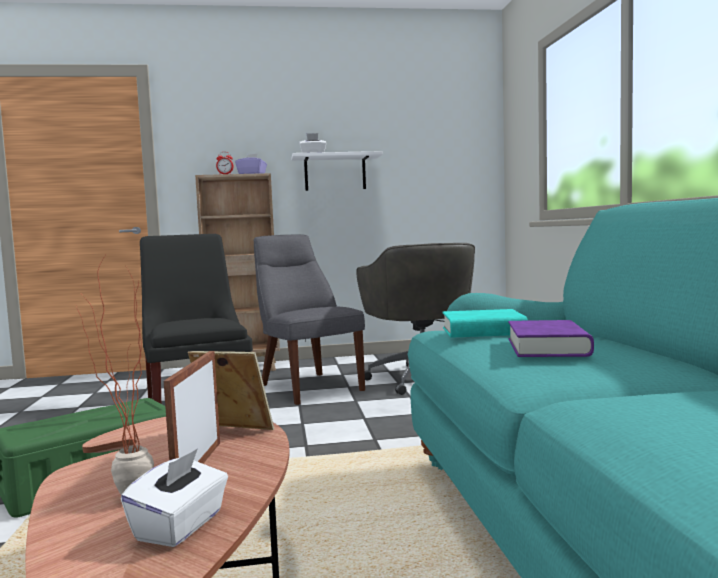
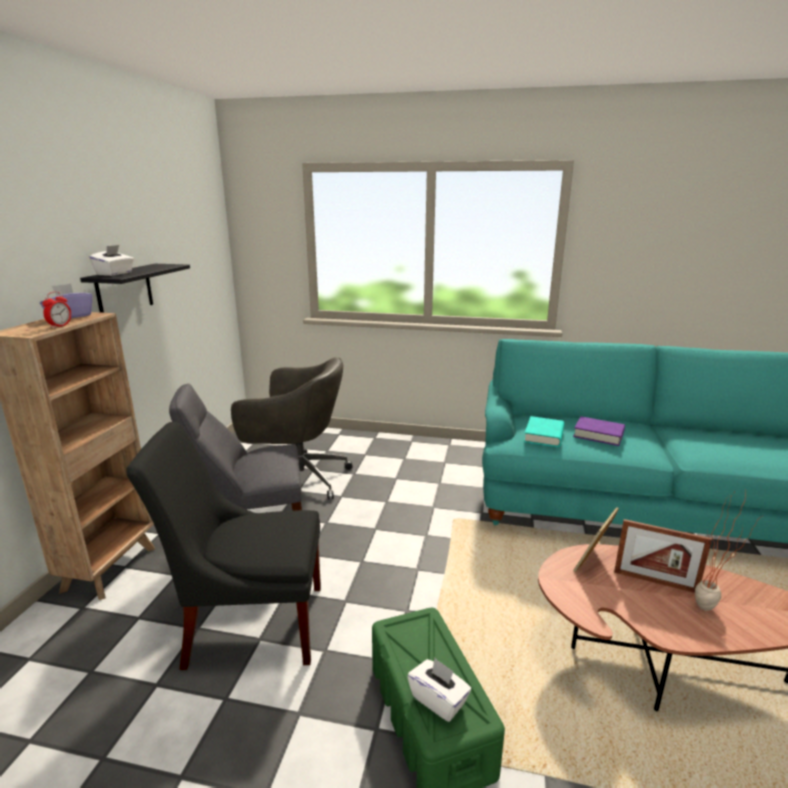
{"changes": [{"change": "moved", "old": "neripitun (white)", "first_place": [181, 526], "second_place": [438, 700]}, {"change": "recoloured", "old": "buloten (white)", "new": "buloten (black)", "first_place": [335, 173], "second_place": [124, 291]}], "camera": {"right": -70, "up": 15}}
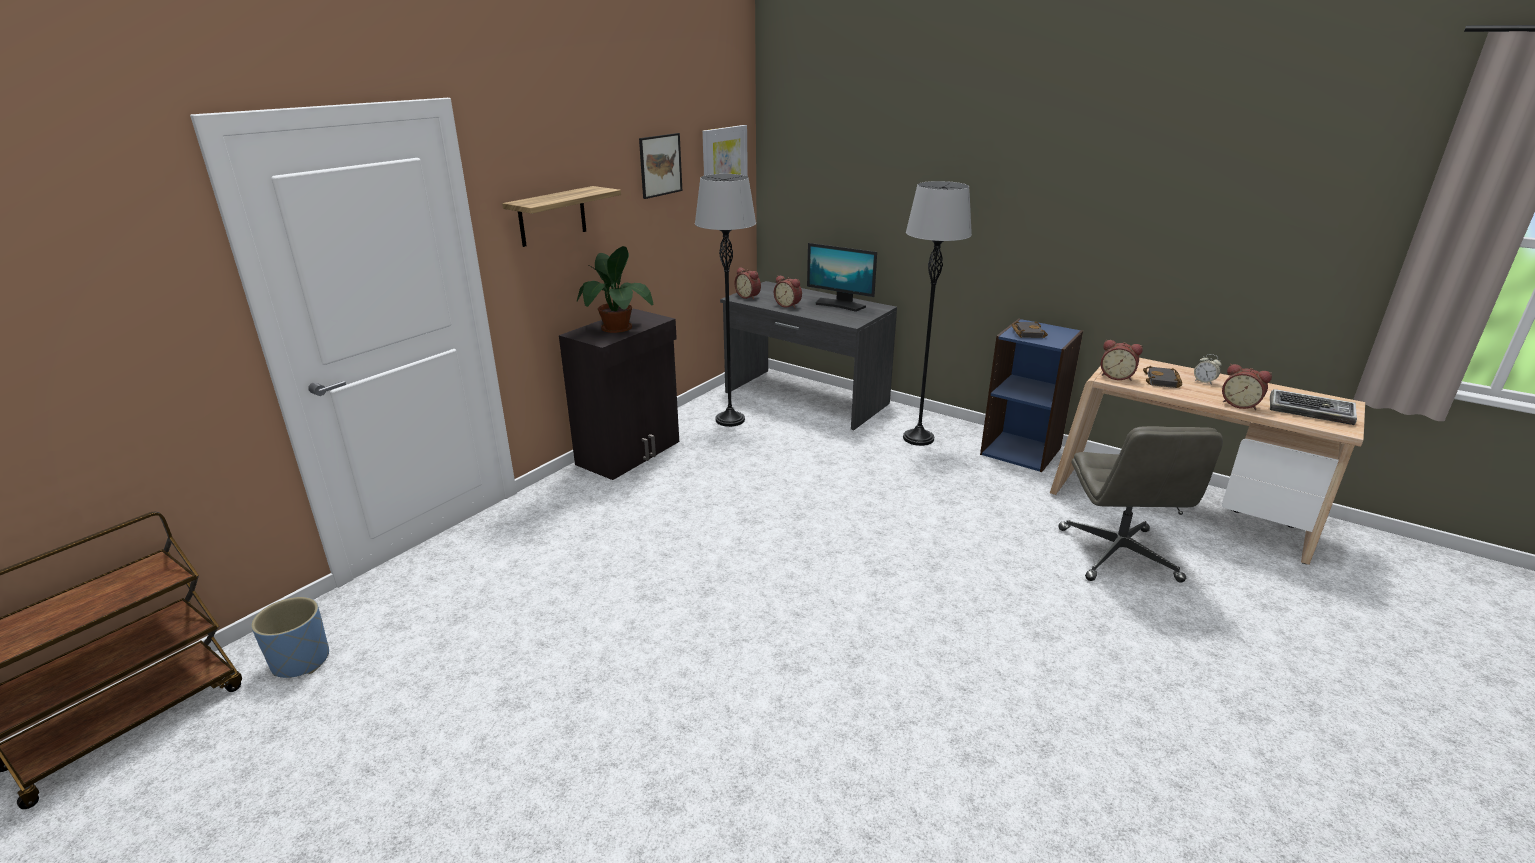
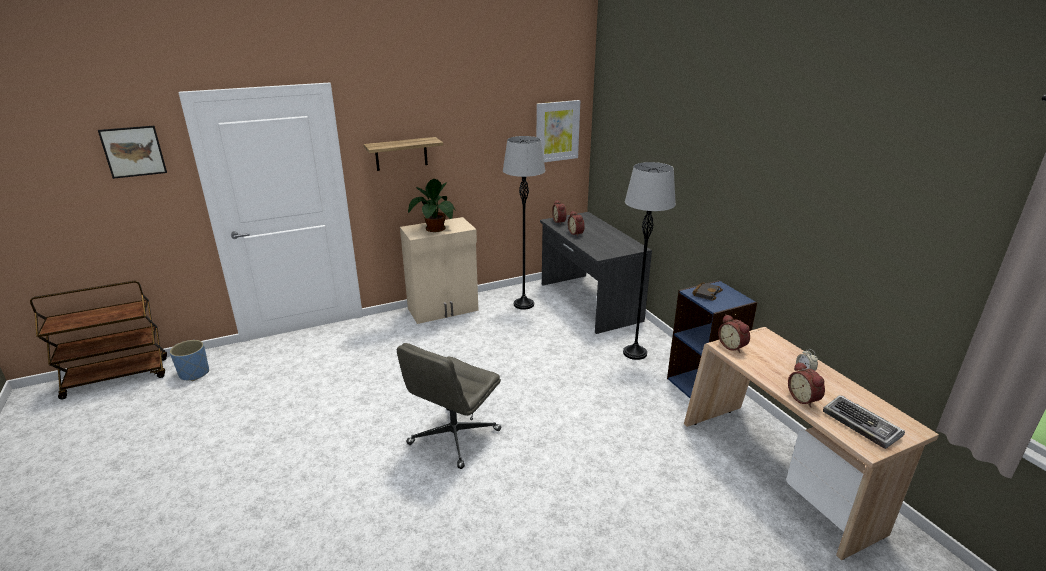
{"changes": [{"change": "removed", "old": "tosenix", "first_place": [840, 305]}, {"change": "removed", "old": "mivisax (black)", "first_place": [1163, 381]}, {"change": "moved", "old": "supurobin", "first_place": [660, 165], "second_place": [133, 151]}, {"change": "moved", "old": "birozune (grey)", "first_place": [1119, 555], "second_place": [454, 438]}, {"change": "recoloured", "old": "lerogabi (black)", "new": "lerogabi (beige)", "first_place": [630, 453], "second_place": [443, 310]}], "camera": {"right": 30, "up": 0}}
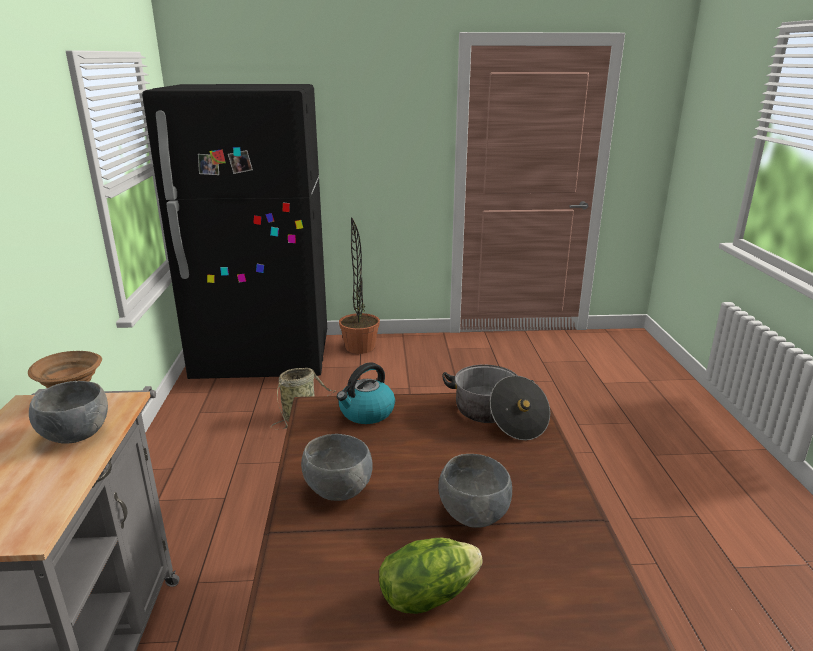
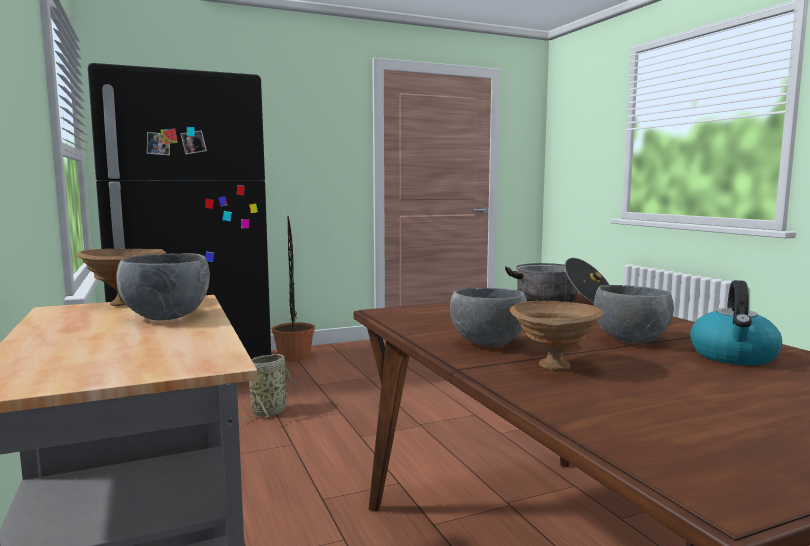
{"changes": [{"change": "removed", "old": "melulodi", "first_place": [427, 595]}, {"change": "added", "new": "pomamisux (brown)", "second_place": [554, 366]}, {"change": "moved", "old": "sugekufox", "first_place": [366, 413], "second_place": [734, 356]}], "camera": {"right": -20, "up": -15}}
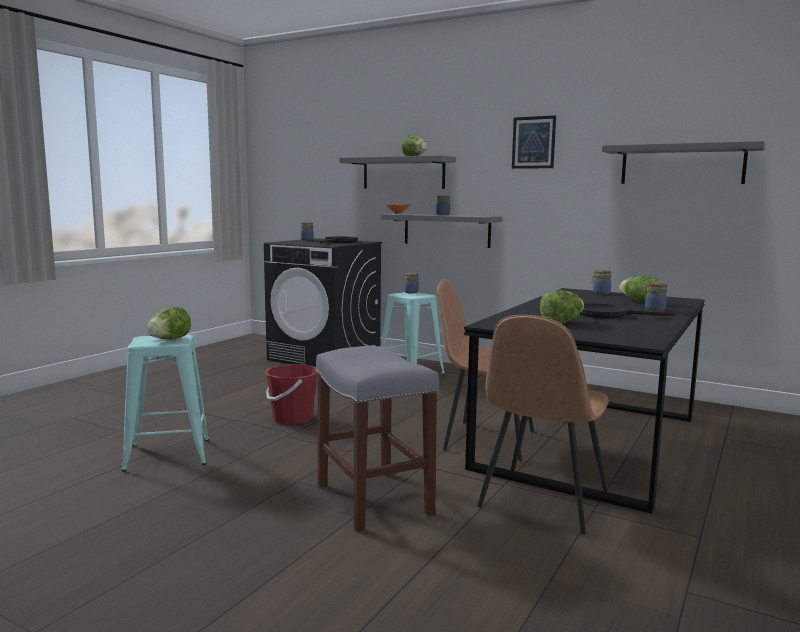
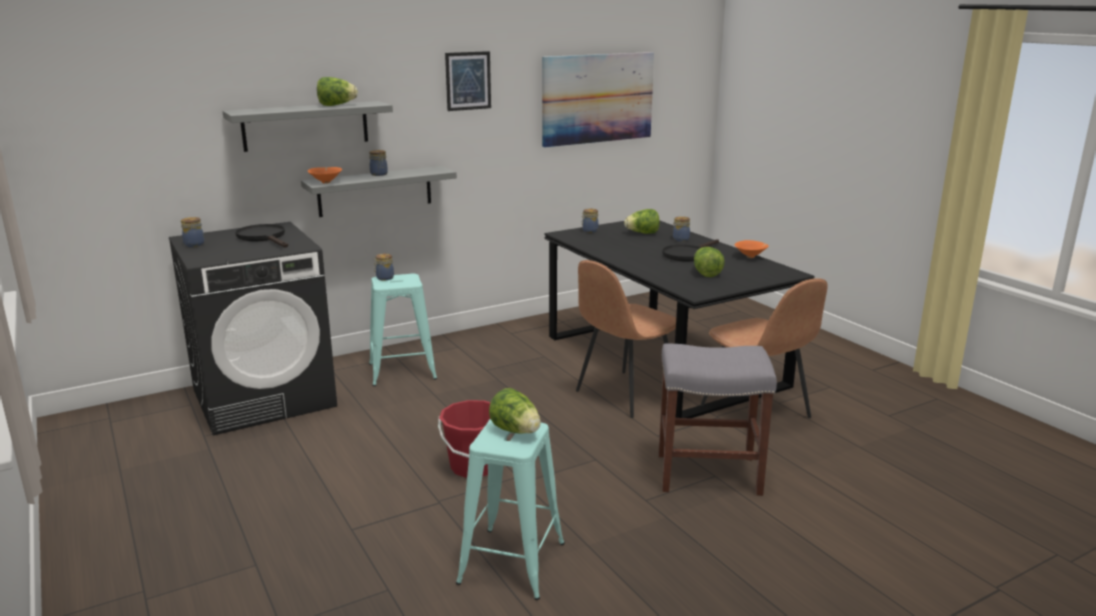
{"changes": [{"change": "added", "new": "pomamisux (orange)", "second_place": [751, 257]}, {"change": "replaced", "old": "buloten (grey)", "new": "supurobin", "first_place": [682, 164], "second_place": [597, 98]}], "camera": {"right": -60, "up": 10}}
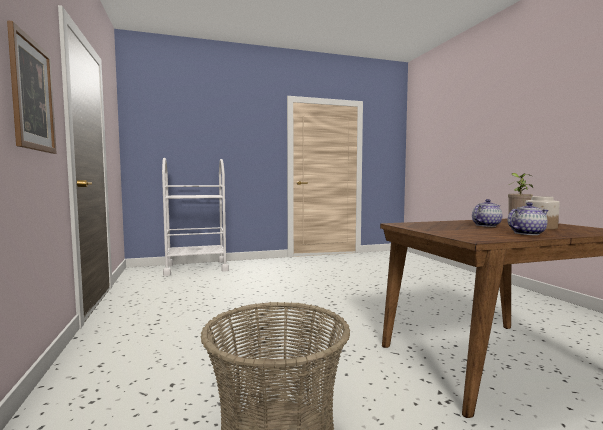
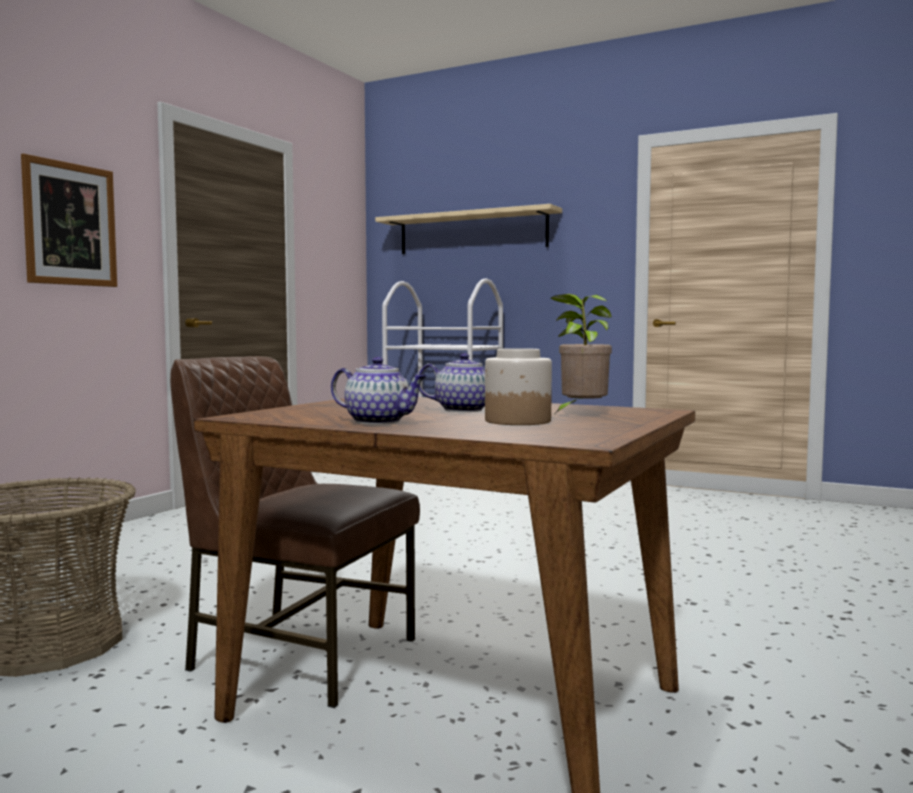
{"changes": [{"change": "added", "new": "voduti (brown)", "second_place": [300, 654]}, {"change": "added", "new": "buloten (beige)", "second_place": [472, 232]}], "camera": {"right": 45, "up": 0}}
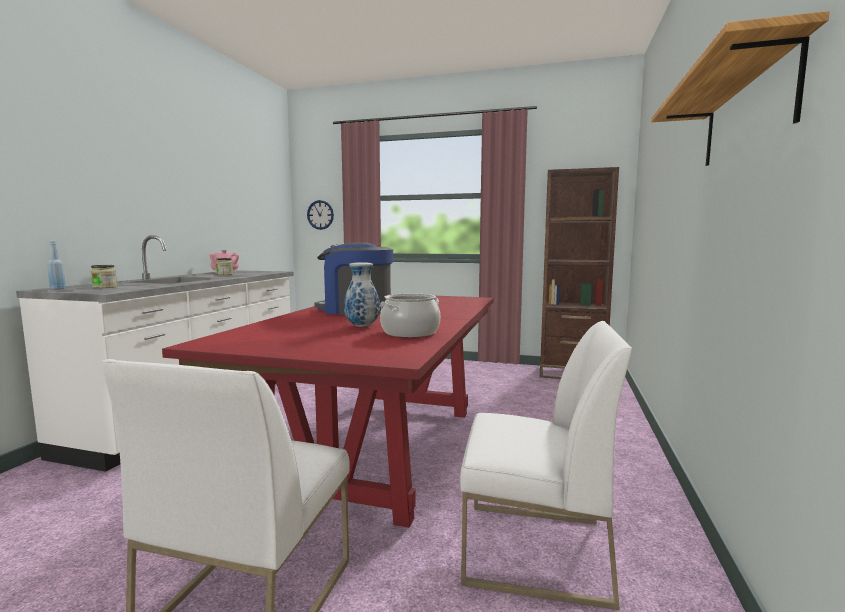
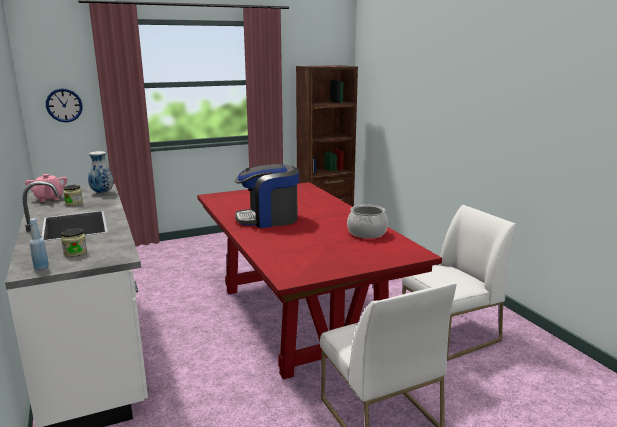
{"changes": [{"change": "removed", "old": "buloten", "first_place": [746, 113]}, {"change": "moved", "old": "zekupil", "first_place": [361, 326], "second_place": [102, 193]}], "camera": {"right": -40, "up": 10}}
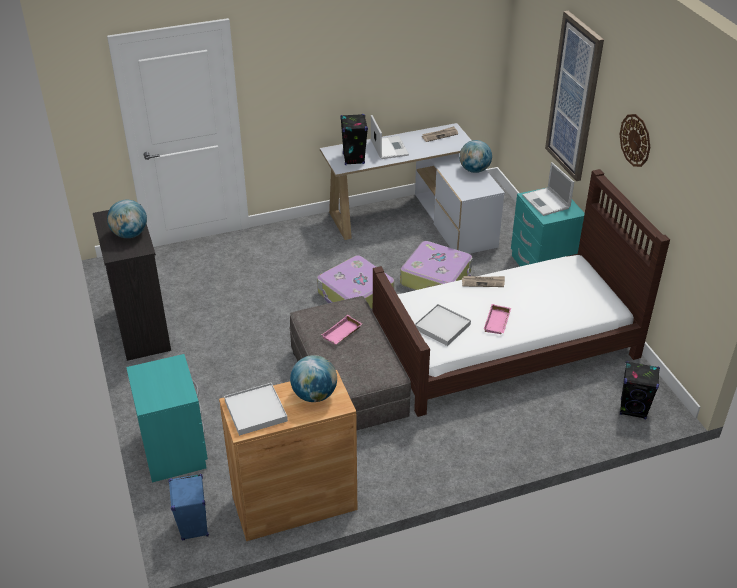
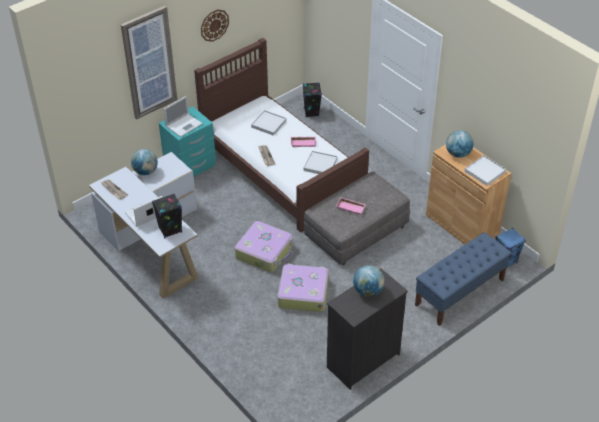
{"changes": [{"change": "added", "new": "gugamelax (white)", "second_place": [269, 124]}, {"change": "moved", "old": "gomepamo", "first_place": [436, 278], "second_place": [303, 293]}, {"change": "replaced", "old": "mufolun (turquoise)", "new": "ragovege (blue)", "first_place": [175, 450], "second_place": [459, 292]}], "camera": {"right": -110, "up": 5}}
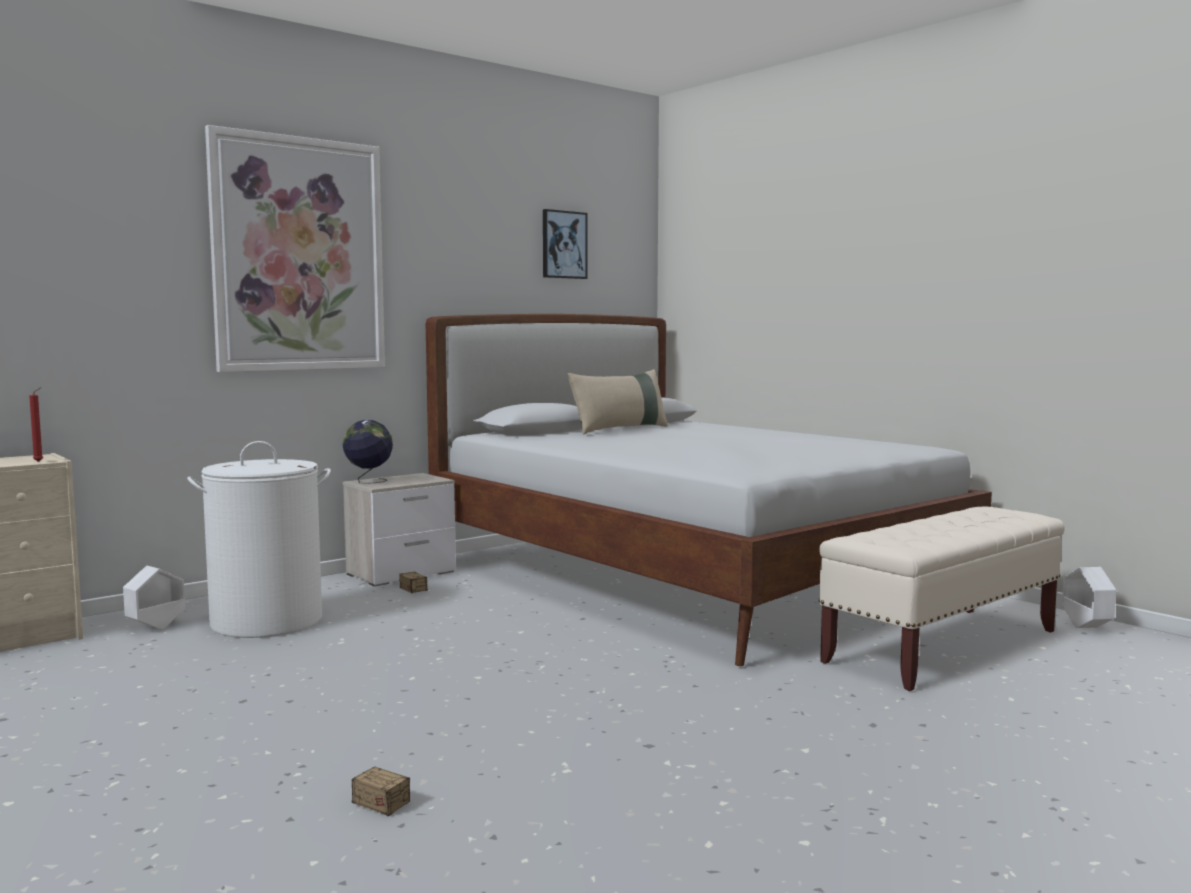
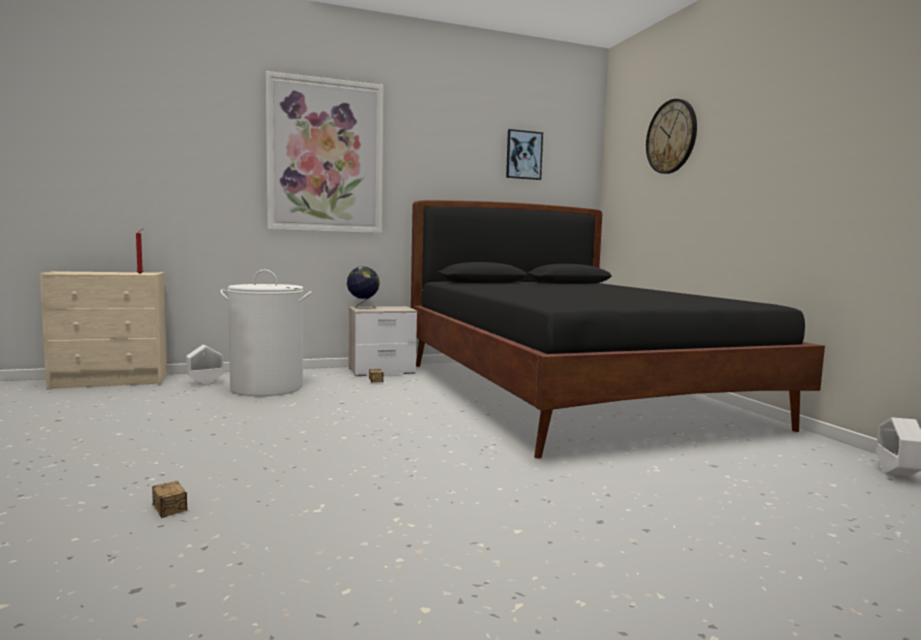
{"changes": [{"change": "removed", "old": "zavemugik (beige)", "first_place": [620, 430]}, {"change": "removed", "old": "ragovege (beige)", "first_place": [943, 647]}, {"change": "added", "new": "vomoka", "second_place": [671, 137]}, {"change": "recoloured", "old": "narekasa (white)", "new": "narekasa (black)", "first_place": [689, 576], "second_place": [572, 393]}], "camera": {"right": 20, "up": 0}}
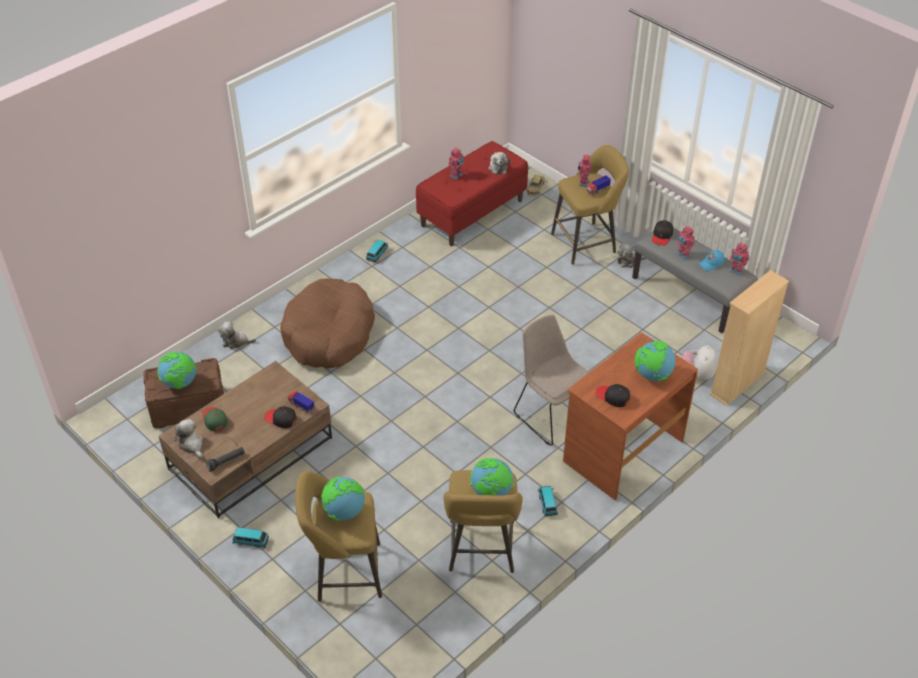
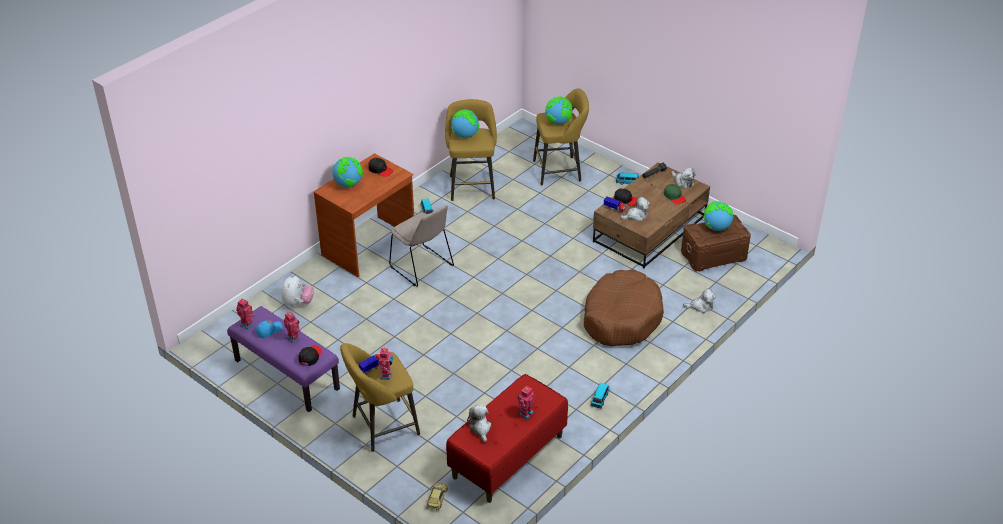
{"changes": [{"change": "removed", "old": "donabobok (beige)", "first_place": [737, 383]}, {"change": "moved", "old": "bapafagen", "first_place": [629, 261], "second_place": [636, 216]}, {"change": "recoloured", "old": "ragovege (grey)", "new": "ragovege (purple)", "first_place": [689, 295], "second_place": [286, 375]}], "camera": {"right": 175, "up": -5}}
